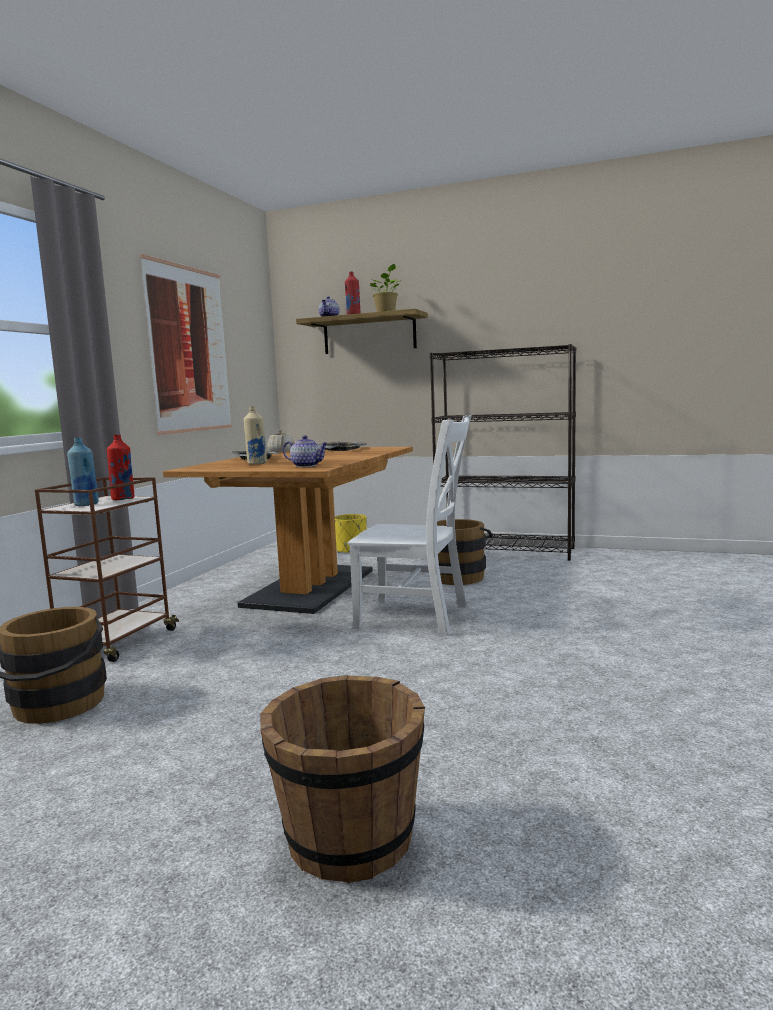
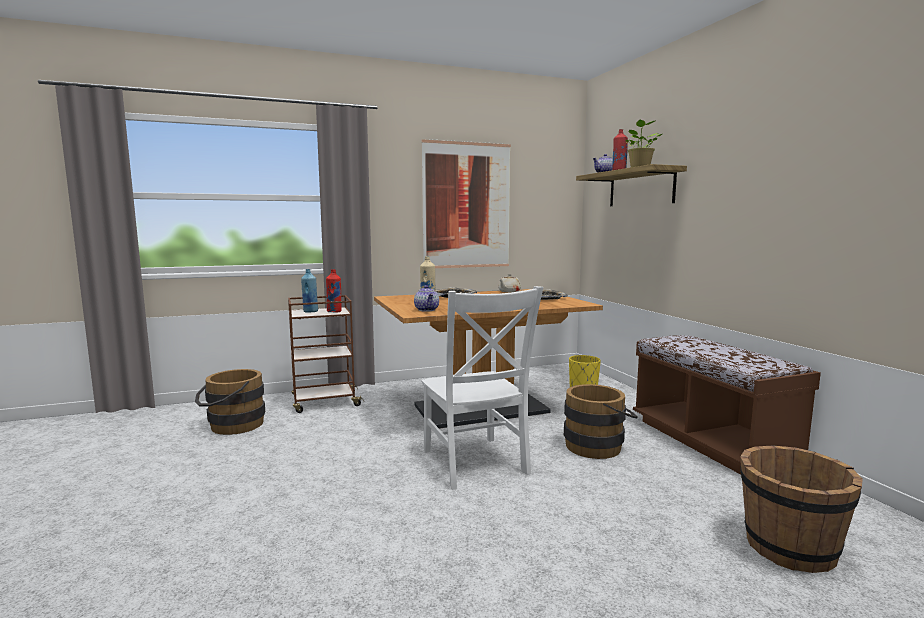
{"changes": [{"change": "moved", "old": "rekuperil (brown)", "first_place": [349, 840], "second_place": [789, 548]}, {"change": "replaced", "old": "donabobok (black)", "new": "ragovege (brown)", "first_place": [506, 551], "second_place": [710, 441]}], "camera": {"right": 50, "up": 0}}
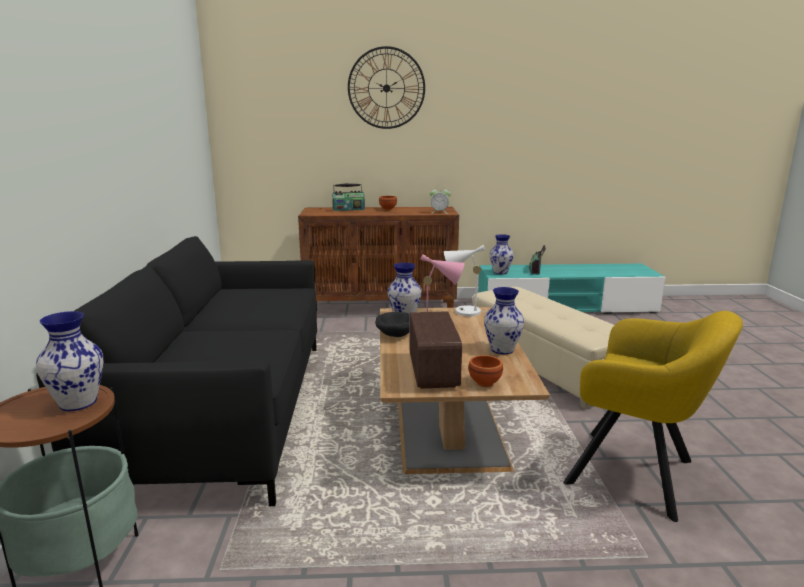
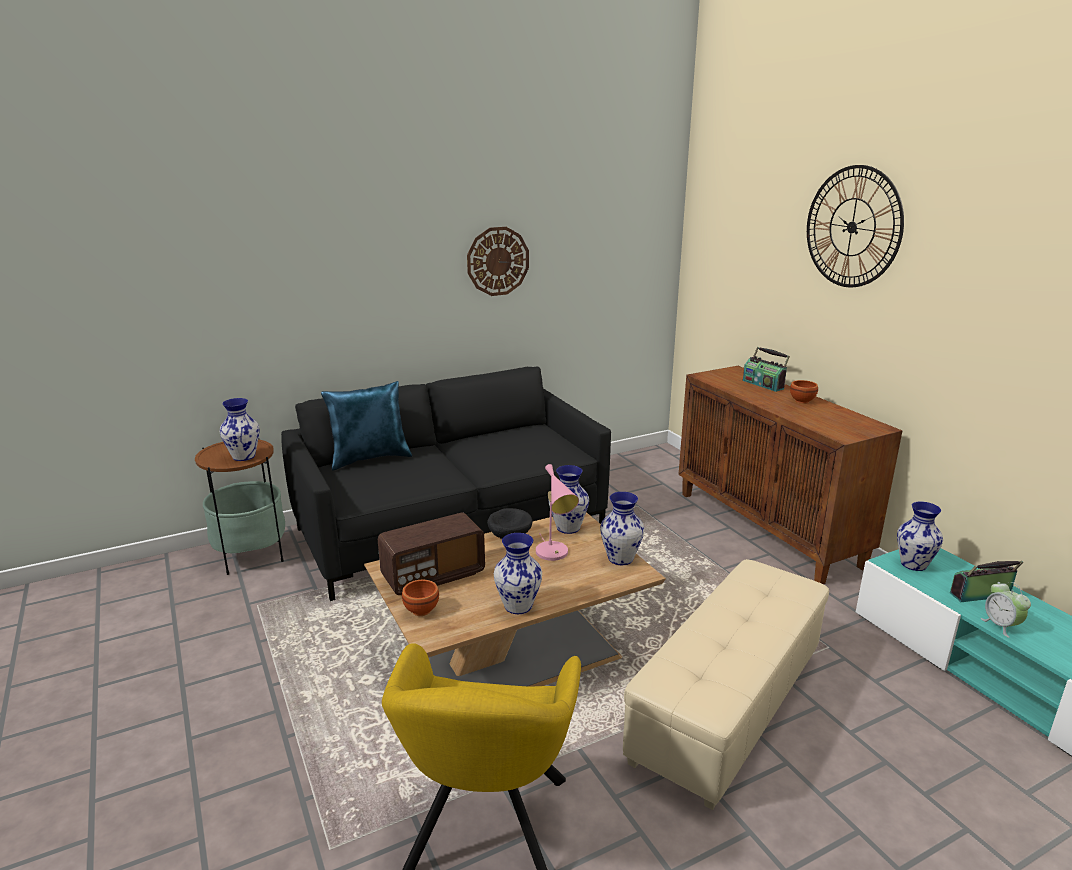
{"changes": [{"change": "added", "new": "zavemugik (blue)", "second_place": [370, 458]}, {"change": "added", "new": "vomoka", "second_place": [497, 261]}, {"change": "moved", "old": "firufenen", "first_place": [439, 212], "second_place": [1001, 626]}, {"change": "replaced", "old": "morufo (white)", "new": "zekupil", "first_place": [463, 312], "second_place": [620, 559]}], "camera": {"right": 65, "up": 5}}
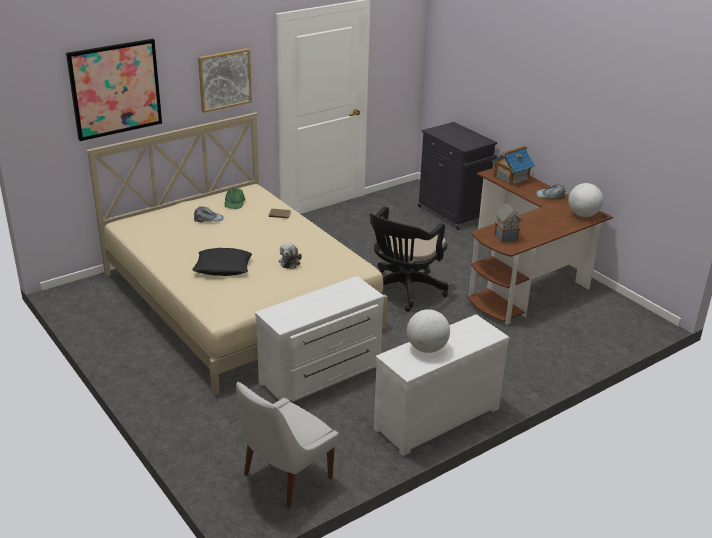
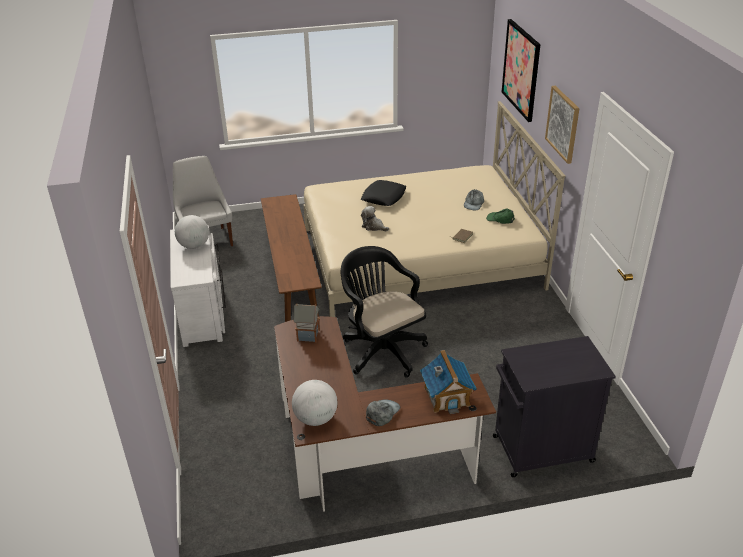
{"changes": [{"change": "replaced", "old": "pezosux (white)", "new": "ragovege (brown)", "first_place": [322, 375], "second_place": [291, 275]}], "camera": {"right": 115, "up": 5}}
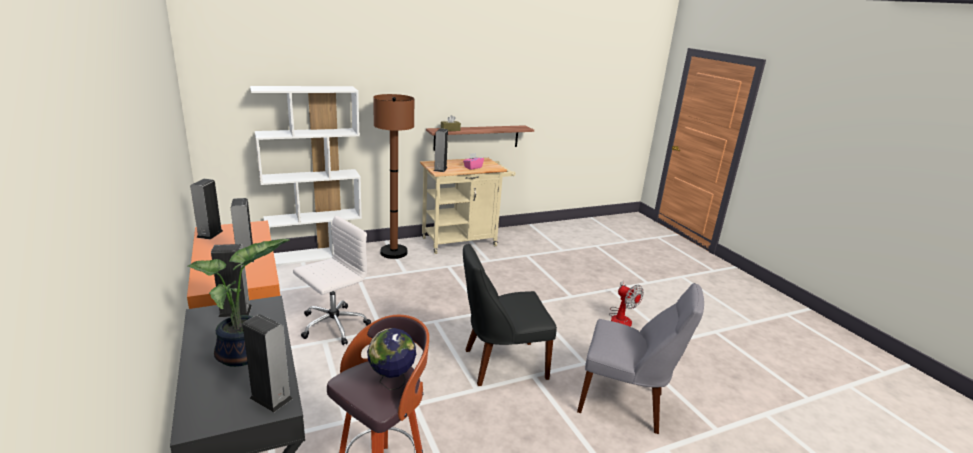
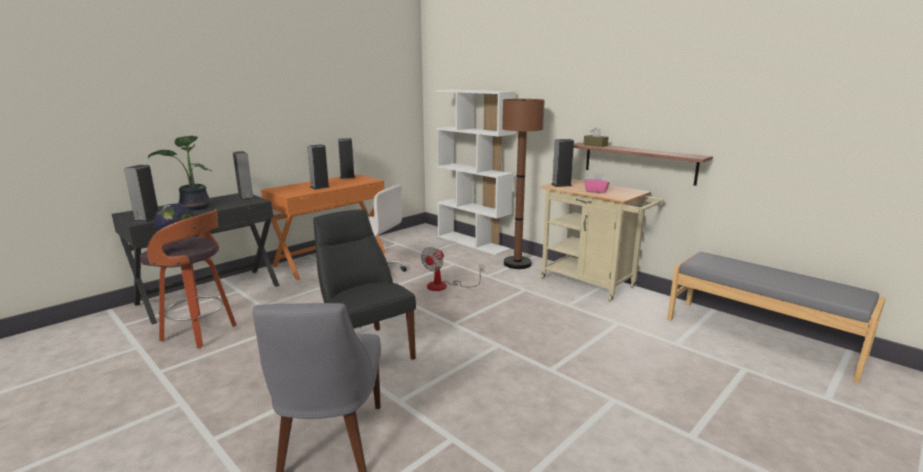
{"changes": [{"change": "added", "new": "ragovege (grey)", "second_place": [760, 337]}, {"change": "moved", "old": "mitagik", "first_place": [621, 317], "second_place": [444, 286]}], "camera": {"right": 70, "up": -5}}
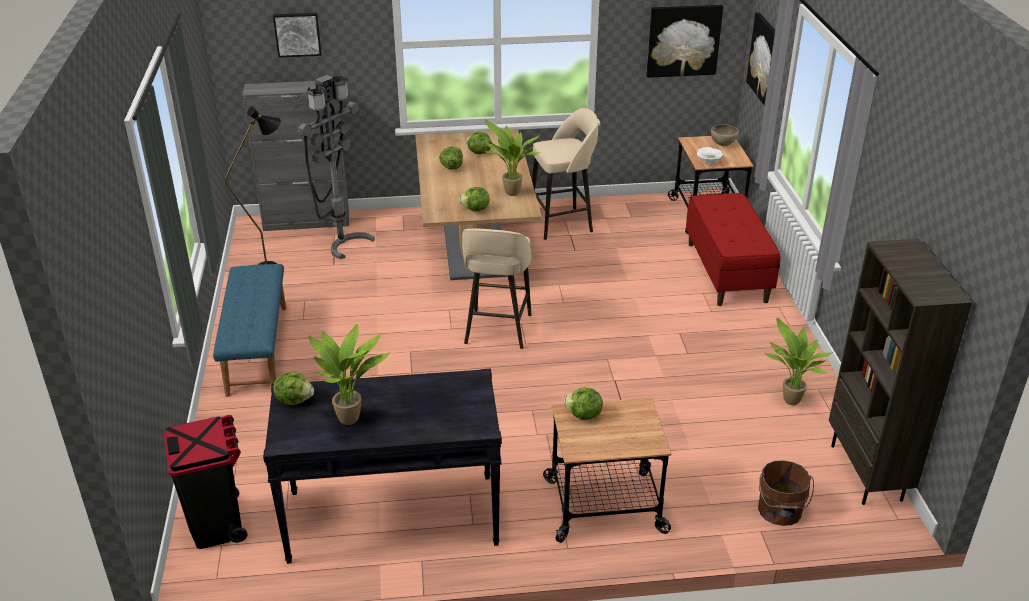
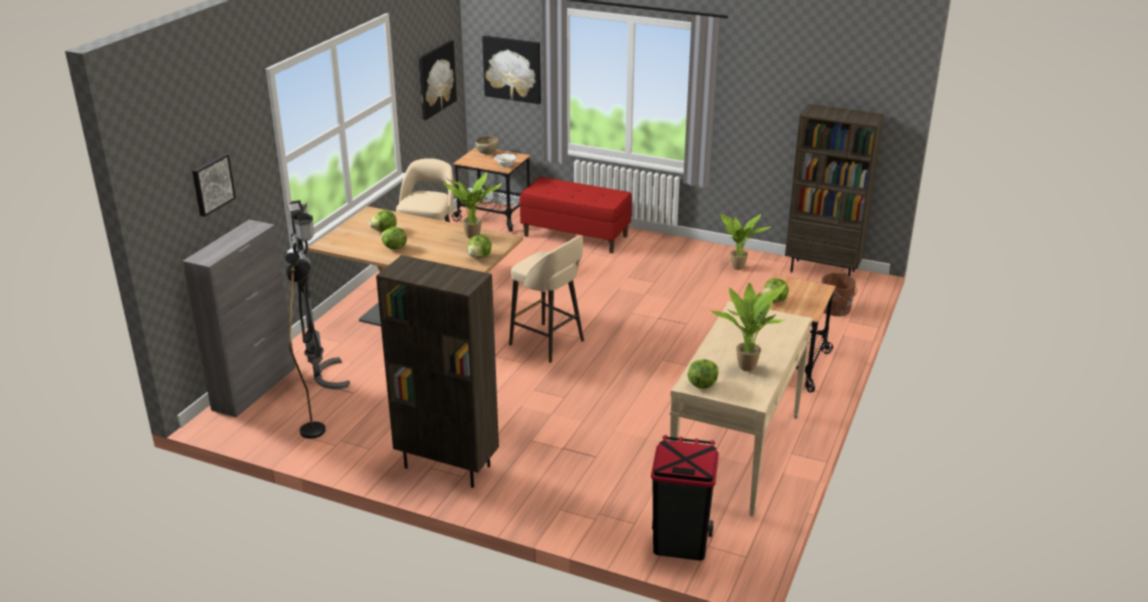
{"changes": [{"change": "replaced", "old": "ragovege (blue)", "new": "donabobok (brown)", "first_place": [256, 349], "second_place": [446, 467]}, {"change": "recoloured", "old": "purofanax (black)", "new": "purofanax (beige)", "first_place": [391, 518], "second_place": [736, 454]}], "camera": {"right": -60, "up": -5}}
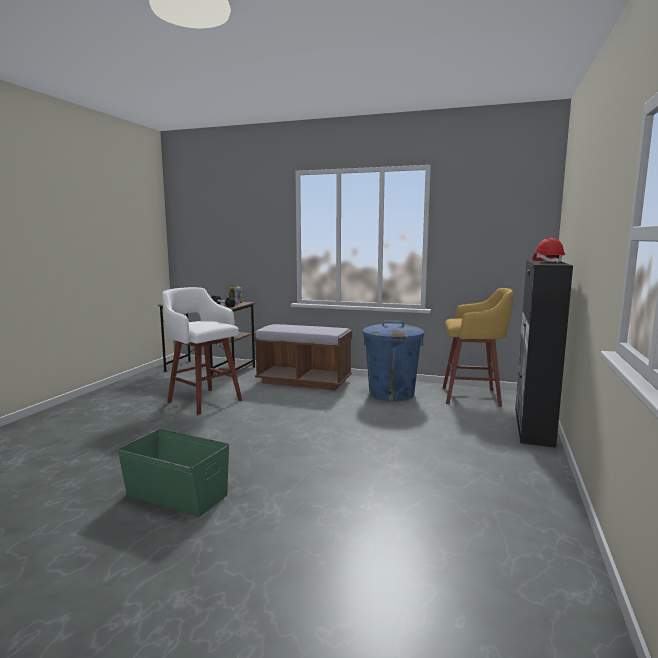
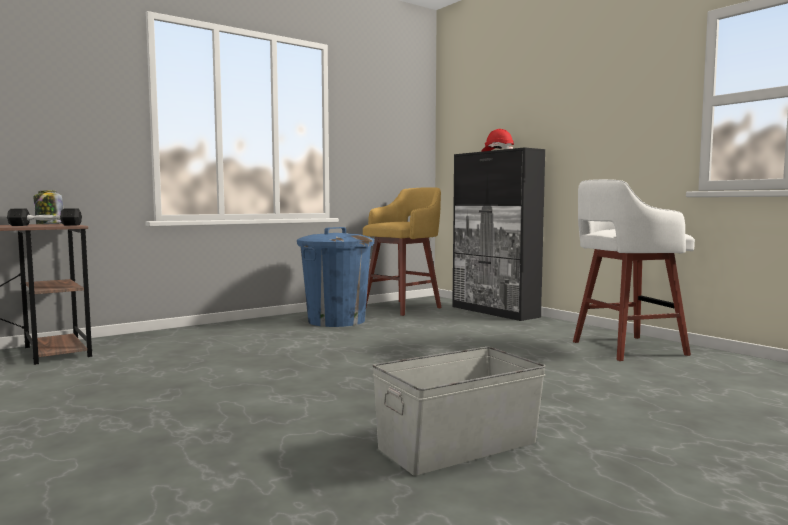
{"changes": [{"change": "removed", "old": "ragovege (brown)", "first_place": [304, 381]}, {"change": "moved", "old": "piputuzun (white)", "first_place": [203, 400], "second_place": [625, 348]}, {"change": "recoloured", "old": "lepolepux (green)", "new": "lepolepux (grey)", "first_place": [177, 494], "second_place": [456, 445]}], "camera": {"right": -55, "up": -5}}
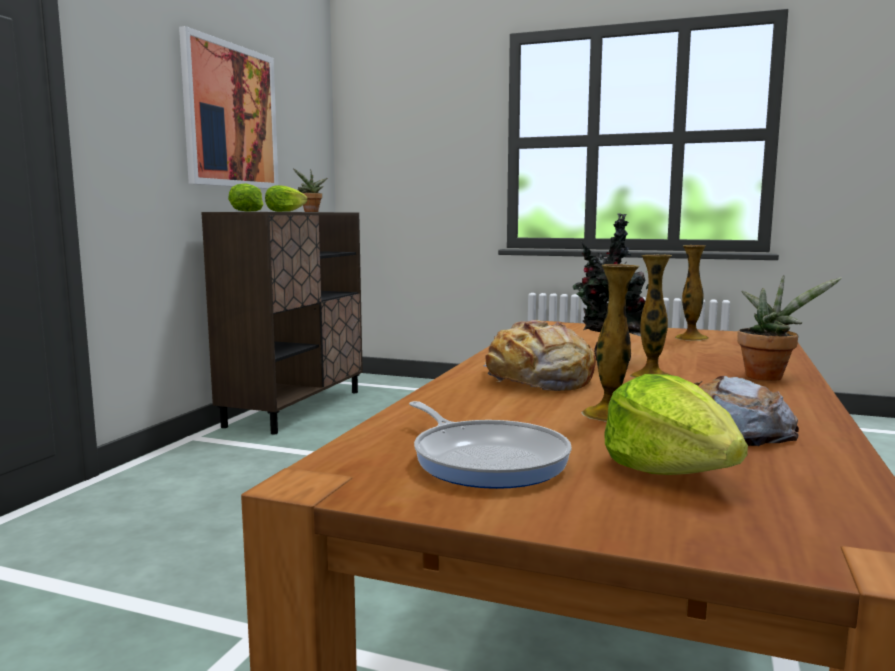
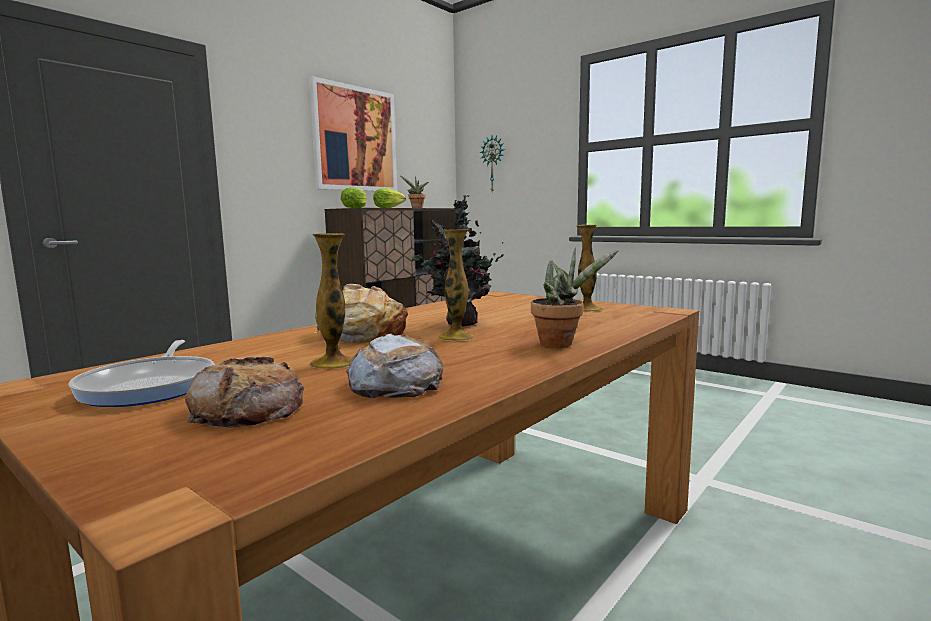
{"changes": [{"change": "added", "new": "vomoka", "second_place": [493, 164]}, {"change": "replaced", "old": "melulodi", "new": "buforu", "first_place": [669, 469], "second_place": [248, 408]}], "camera": {"right": 20, "up": 0}}
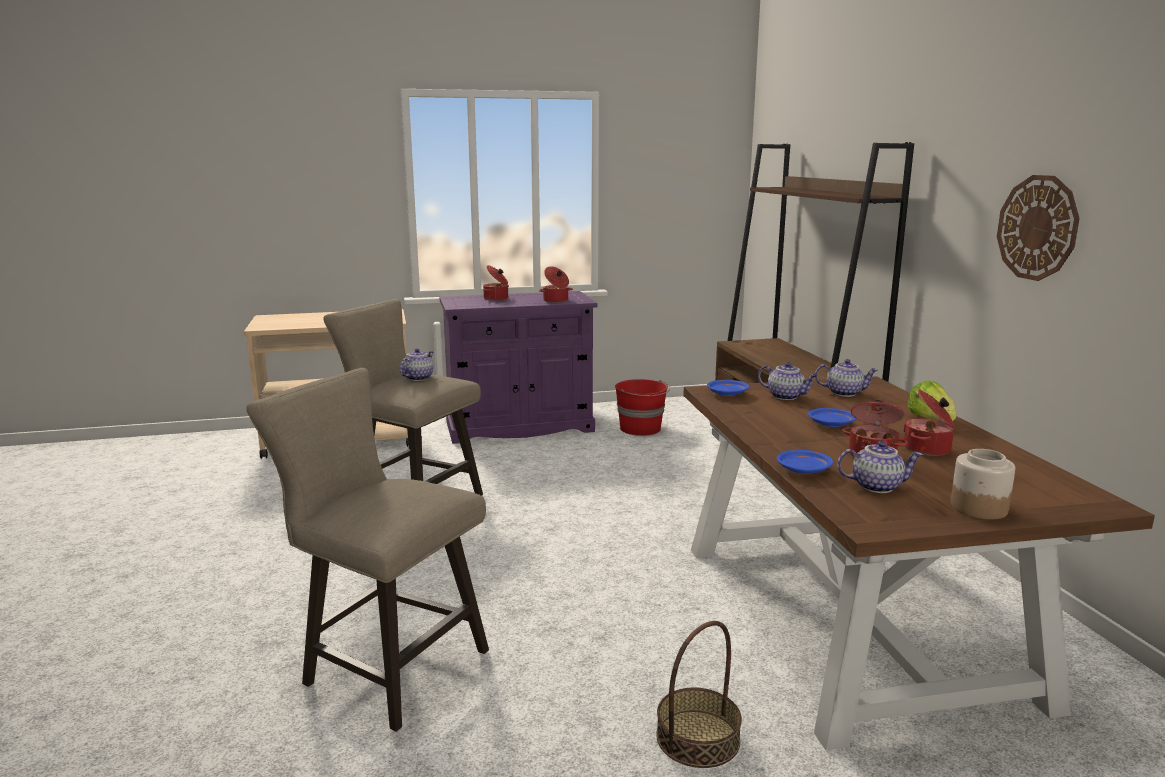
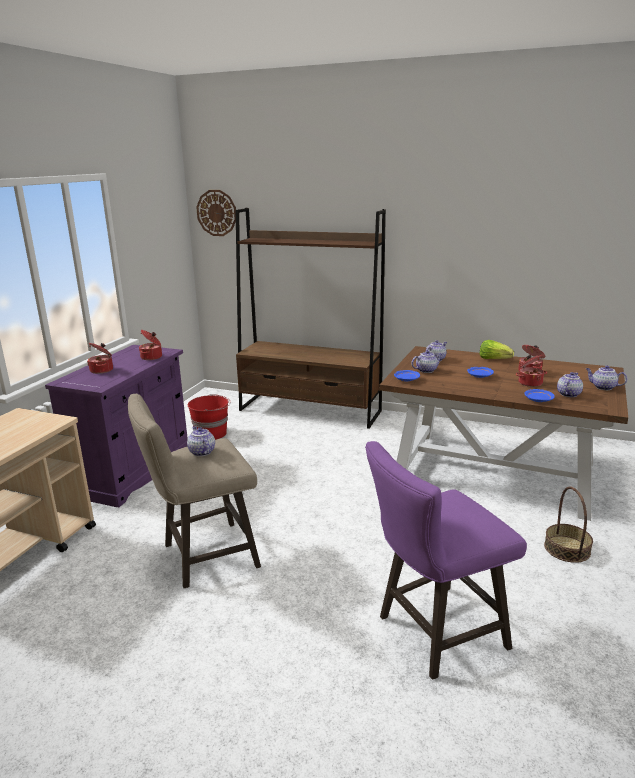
{"changes": [{"change": "moved", "old": "vomoka", "first_place": [1037, 228], "second_place": [216, 213]}, {"change": "replaced", "old": "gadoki", "new": "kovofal", "first_place": [978, 508], "second_place": [603, 387]}, {"change": "recoloured", "old": "piputuzun (beige)", "new": "piputuzun (purple)", "first_place": [385, 665], "second_place": [434, 634]}], "camera": {"right": -55, "up": 5}}
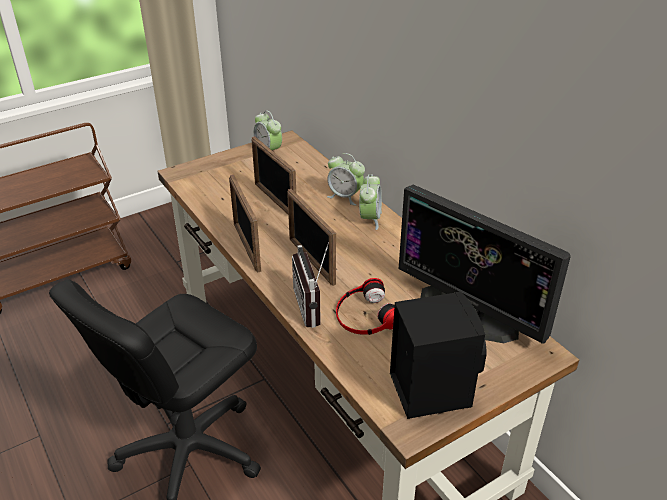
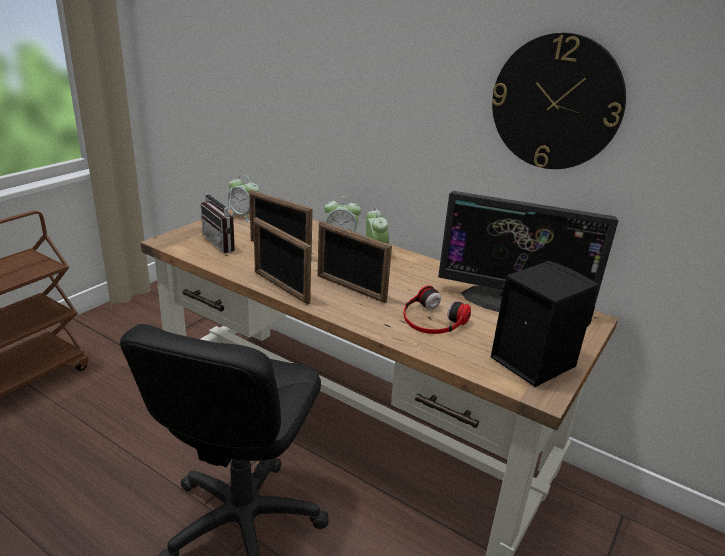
{"changes": [{"change": "added", "new": "vomoka", "second_place": [556, 103]}, {"change": "moved", "old": "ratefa", "first_place": [314, 306], "second_place": [224, 243]}], "camera": {"right": -25, "up": -10}}
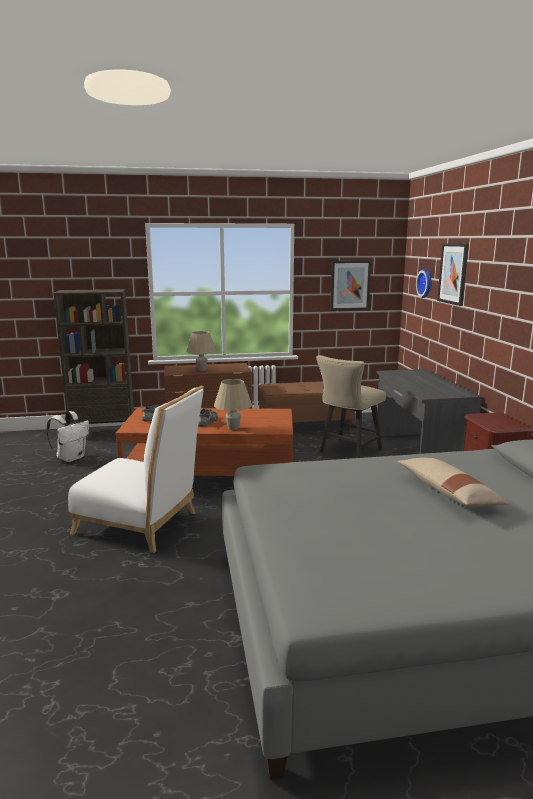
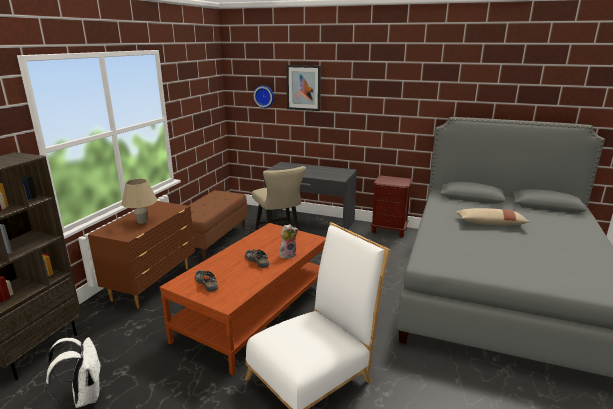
{"changes": [{"change": "removed", "old": "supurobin", "first_place": [350, 285]}, {"change": "replaced", "old": "morufo (beige)", "new": "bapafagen", "first_place": [233, 428], "second_place": [288, 255]}], "camera": {"right": -60, "up": 5}}
